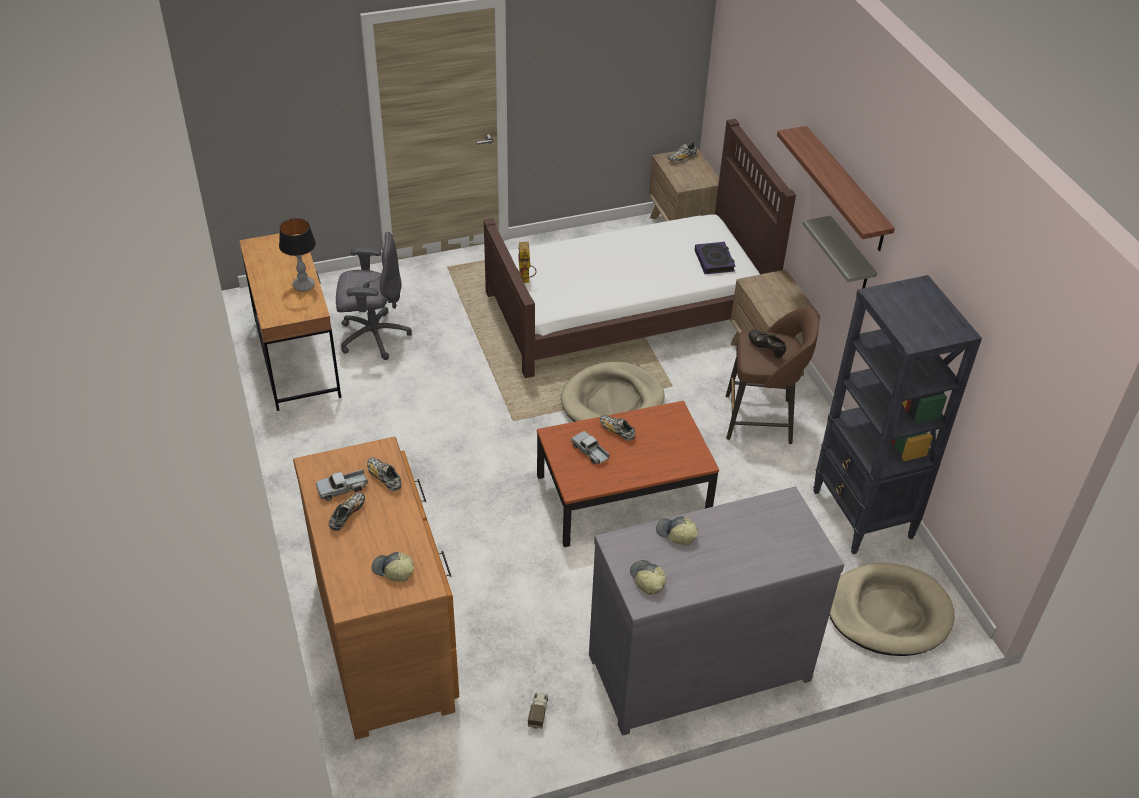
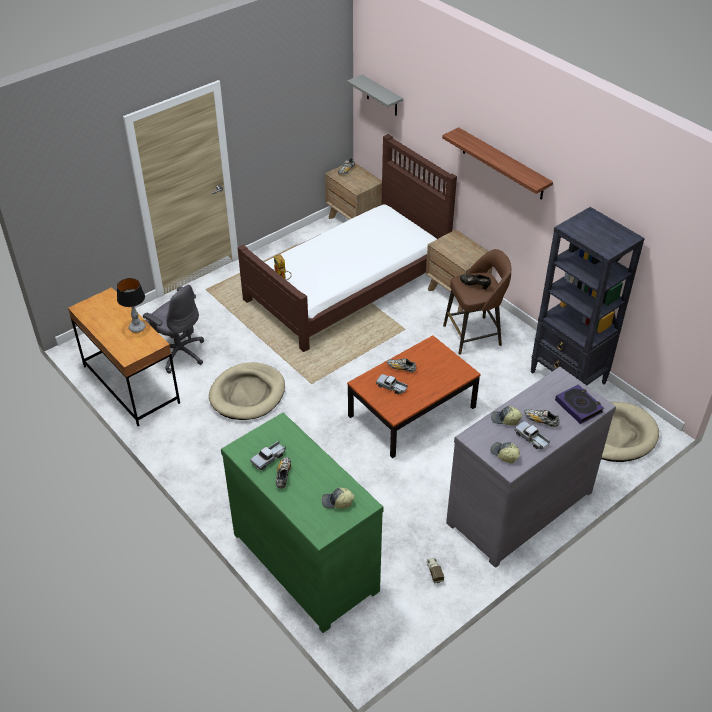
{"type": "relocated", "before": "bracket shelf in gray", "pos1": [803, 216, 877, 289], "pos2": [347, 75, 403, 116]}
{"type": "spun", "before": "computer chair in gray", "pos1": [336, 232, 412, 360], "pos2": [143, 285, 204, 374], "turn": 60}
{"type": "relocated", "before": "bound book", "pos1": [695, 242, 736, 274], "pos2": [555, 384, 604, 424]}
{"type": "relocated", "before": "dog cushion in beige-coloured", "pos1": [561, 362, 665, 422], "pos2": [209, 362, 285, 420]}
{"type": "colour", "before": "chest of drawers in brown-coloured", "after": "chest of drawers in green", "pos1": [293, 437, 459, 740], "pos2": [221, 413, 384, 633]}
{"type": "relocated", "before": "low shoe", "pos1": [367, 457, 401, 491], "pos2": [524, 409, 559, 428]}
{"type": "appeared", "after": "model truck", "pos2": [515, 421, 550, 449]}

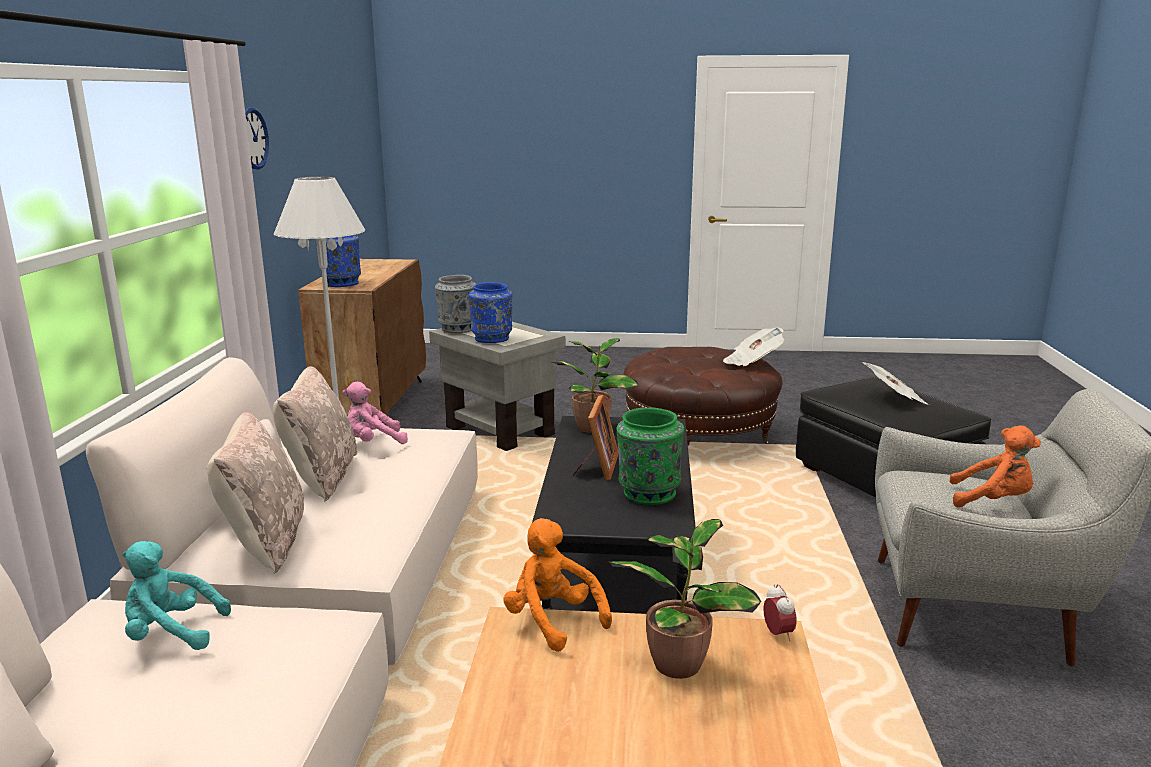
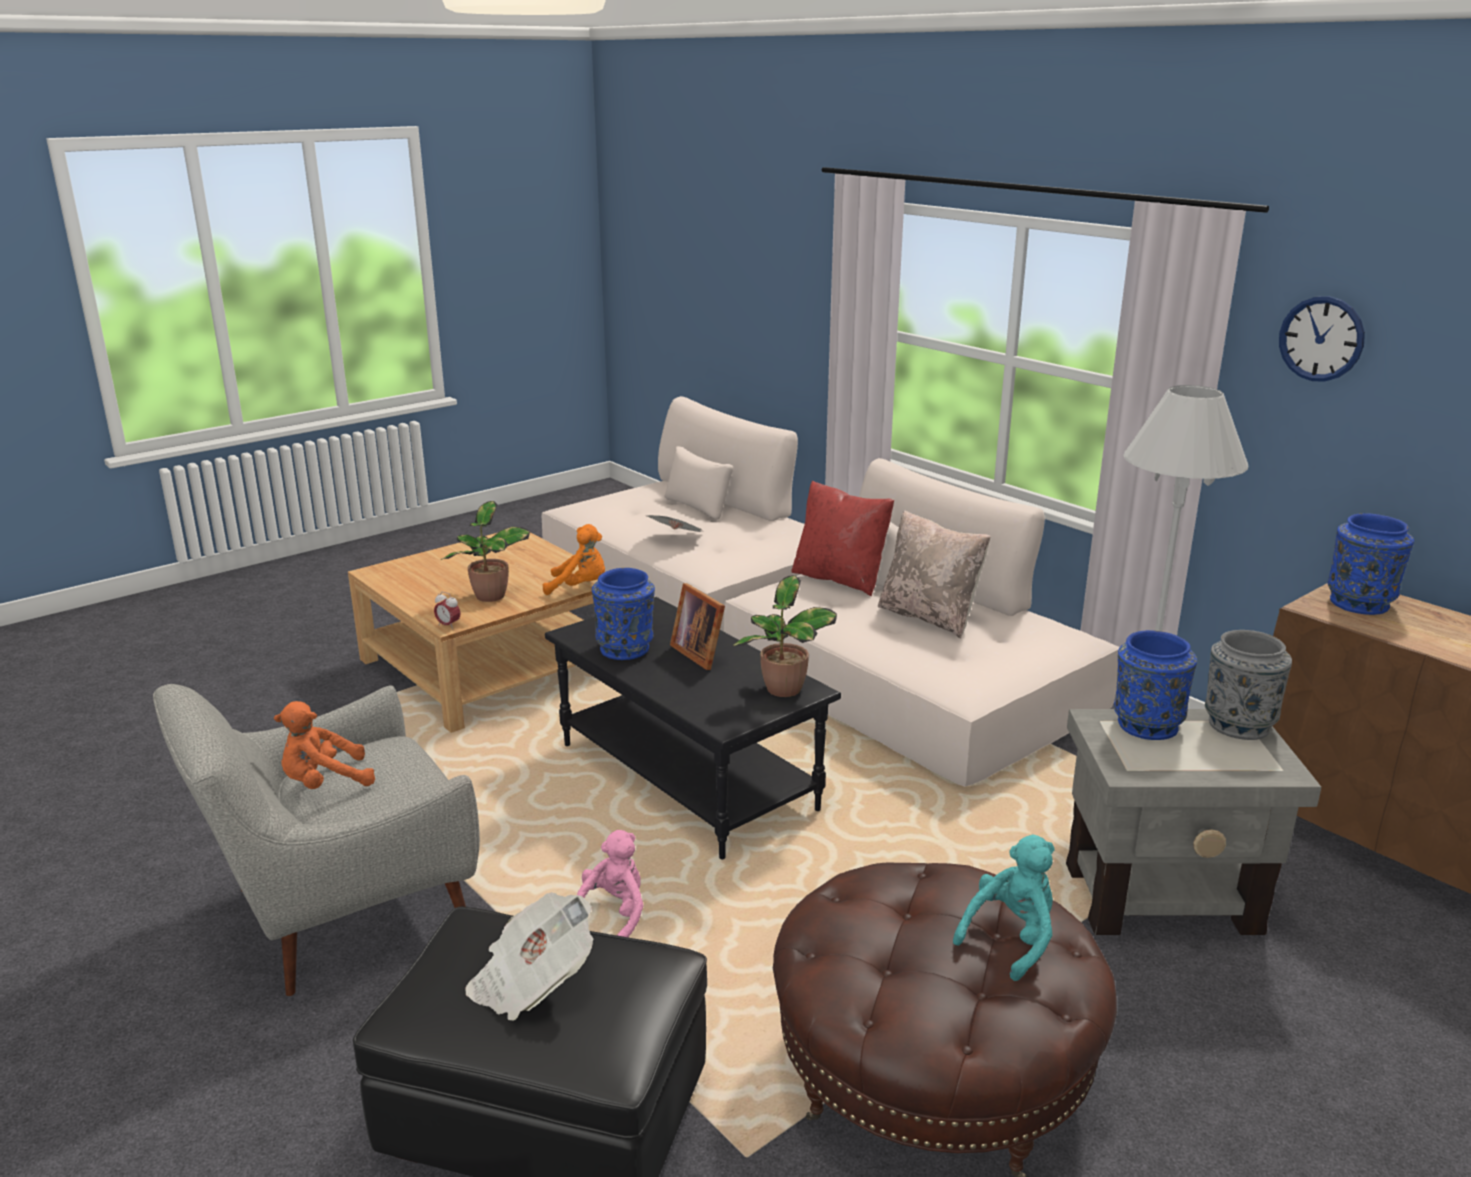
{"type": "relocated", "before": "printed paper", "pos1": [723, 328, 784, 366], "pos2": [647, 515, 704, 532]}
{"type": "relocated", "before": "soft toy in pink", "pos1": [342, 382, 408, 444], "pos2": [577, 830, 644, 938]}
{"type": "colour", "before": "vase in green", "after": "vase in bluish", "pos1": [617, 407, 684, 505], "pos2": [592, 568, 655, 660]}
{"type": "colour", "before": "cushion in beige-coloured", "after": "cushion in reddish", "pos1": [207, 412, 304, 574], "pos2": [791, 481, 894, 596]}
{"type": "relocated", "before": "soft toy in turquoise", "pos1": [123, 541, 231, 650], "pos2": [953, 835, 1055, 981]}

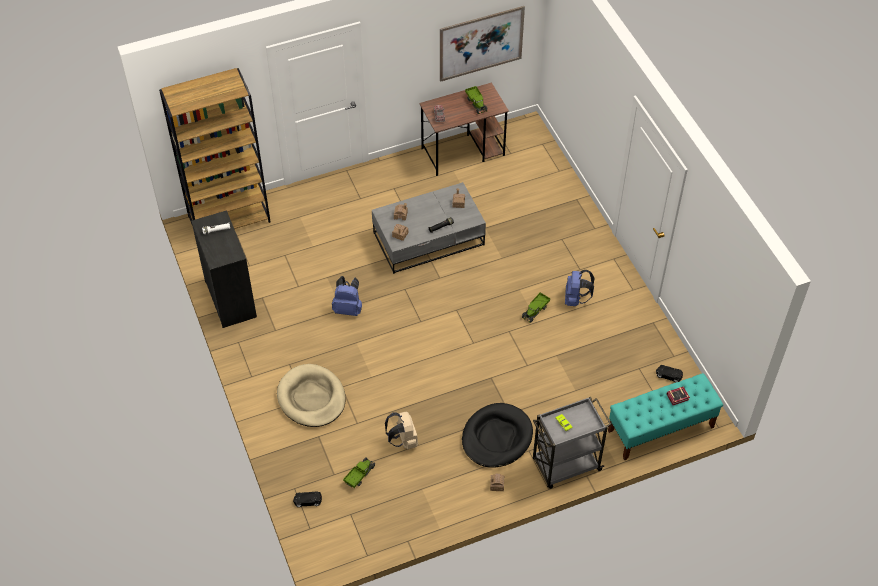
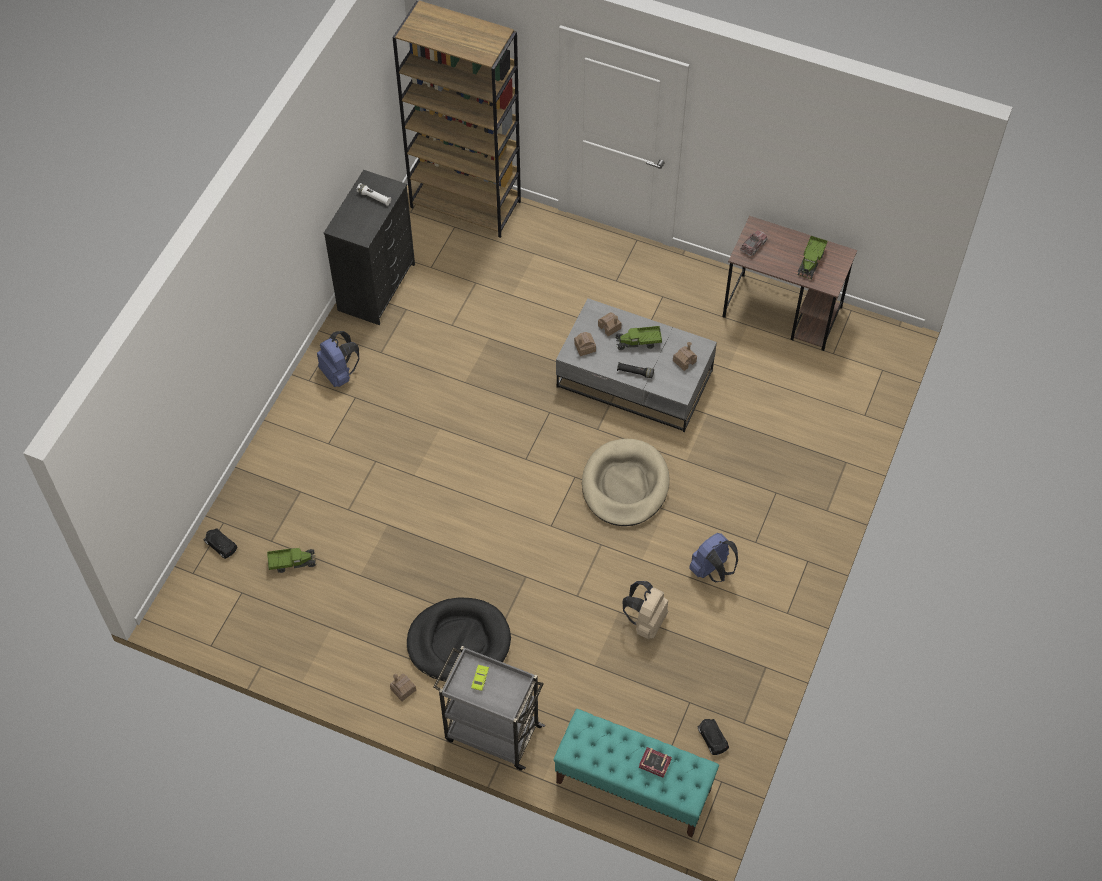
{"type": "missing", "before": "wall picture", "pos1": [440, 6, 525, 82]}
{"type": "relocated", "before": "knapsack in bluish", "pos1": [332, 276, 362, 316], "pos2": [317, 331, 359, 387]}
{"type": "relocated", "before": "model truck", "pos1": [522, 292, 550, 323], "pos2": [616, 326, 662, 350]}
{"type": "relocated", "before": "dog cushion in beige-coloured", "pos1": [277, 364, 346, 427], "pos2": [582, 439, 670, 526]}
{"type": "relocated", "before": "knapsack in beige-coloured", "pos1": [385, 412, 418, 449], "pos2": [622, 581, 668, 639]}

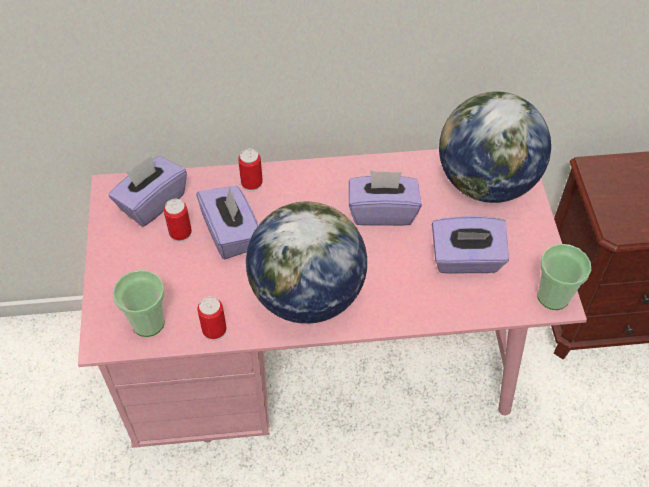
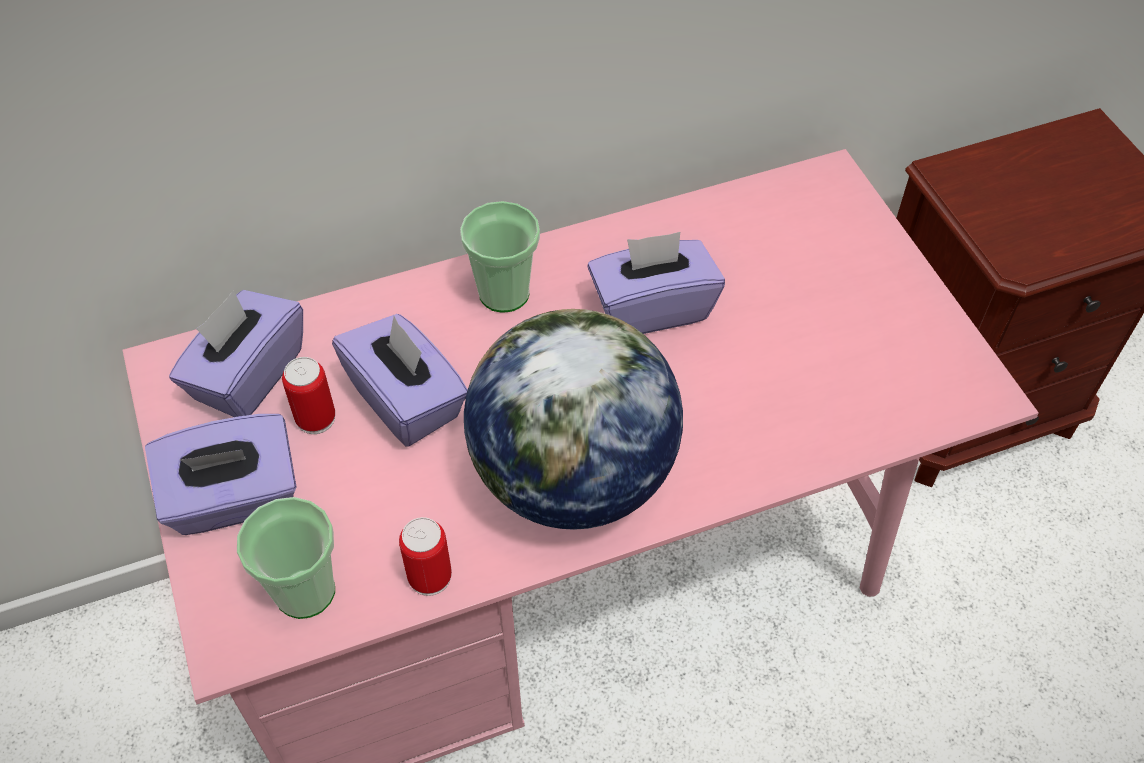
{"type": "missing", "before": "globe", "pos1": [439, 91, 551, 203]}
{"type": "missing", "before": "sealed can", "pos1": [238, 148, 263, 192]}
{"type": "relocated", "before": "tissue box in purple", "pos1": [432, 216, 509, 274], "pos2": [145, 414, 296, 535]}
{"type": "relocated", "before": "cup", "pos1": [537, 244, 591, 310], "pos2": [460, 201, 540, 313]}

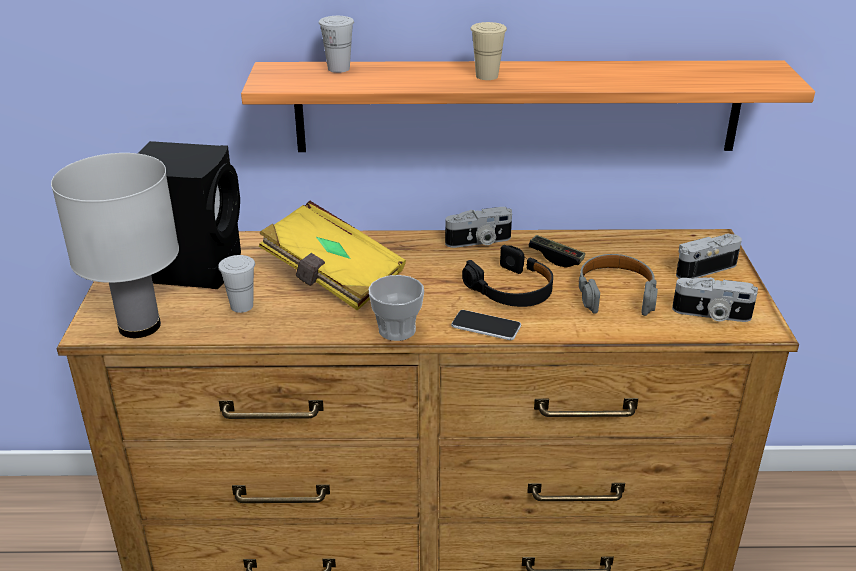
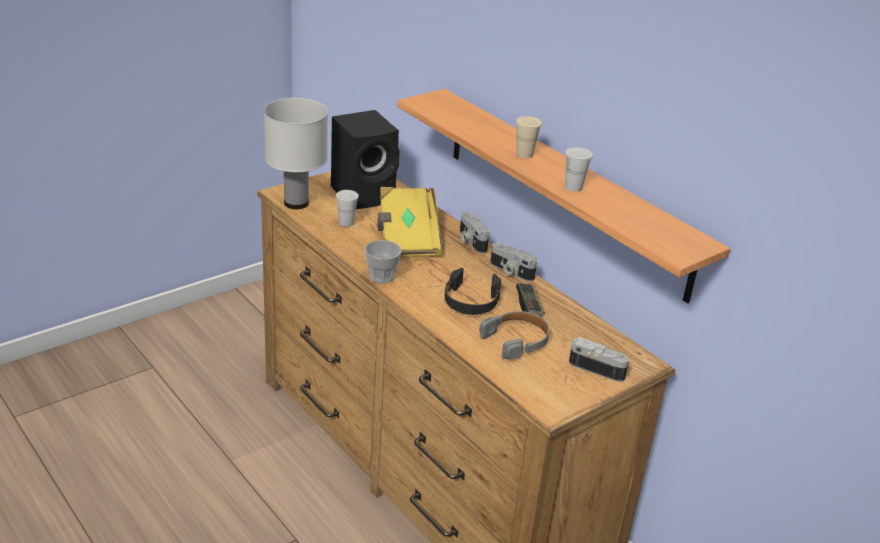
{"type": "relocated", "before": "cup in whitish", "pos1": [319, 16, 354, 73], "pos2": [565, 147, 593, 192]}
{"type": "relocated", "before": "photo camera", "pos1": [672, 277, 758, 322], "pos2": [460, 212, 490, 254]}
{"type": "missing", "before": "phone", "pos1": [451, 310, 521, 340]}

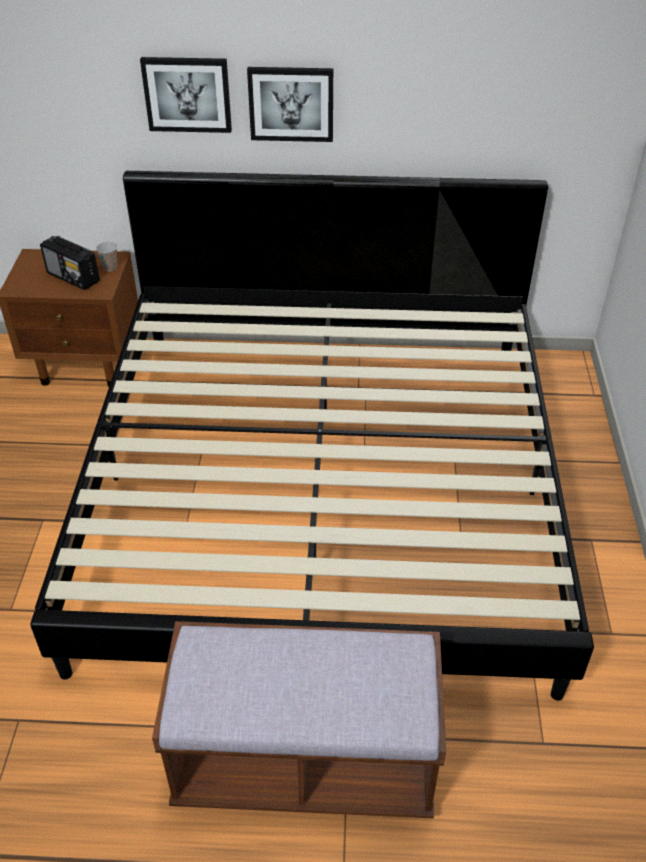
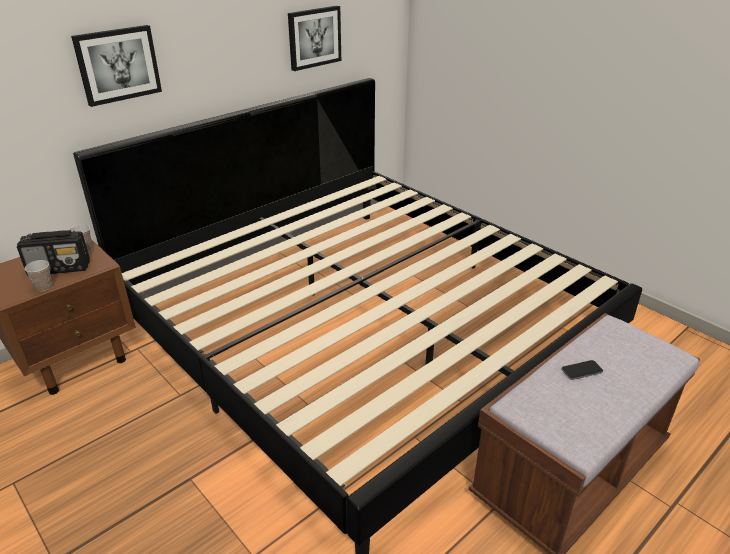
{"type": "relocated", "before": "wall picture", "pos1": [247, 67, 333, 142], "pos2": [288, 6, 341, 71]}
{"type": "appeared", "after": "cup", "pos2": [24, 260, 52, 292]}
{"type": "appeared", "after": "phone", "pos2": [562, 360, 603, 380]}

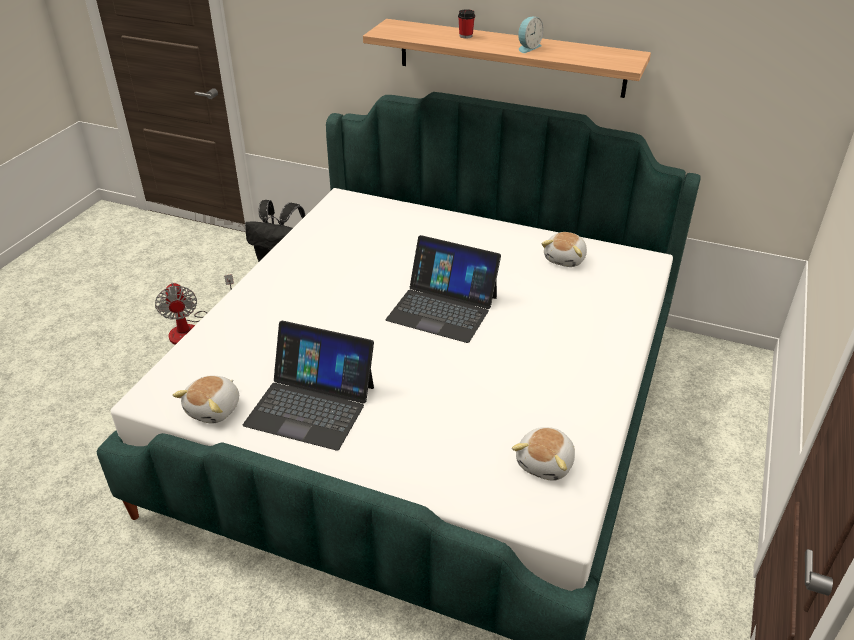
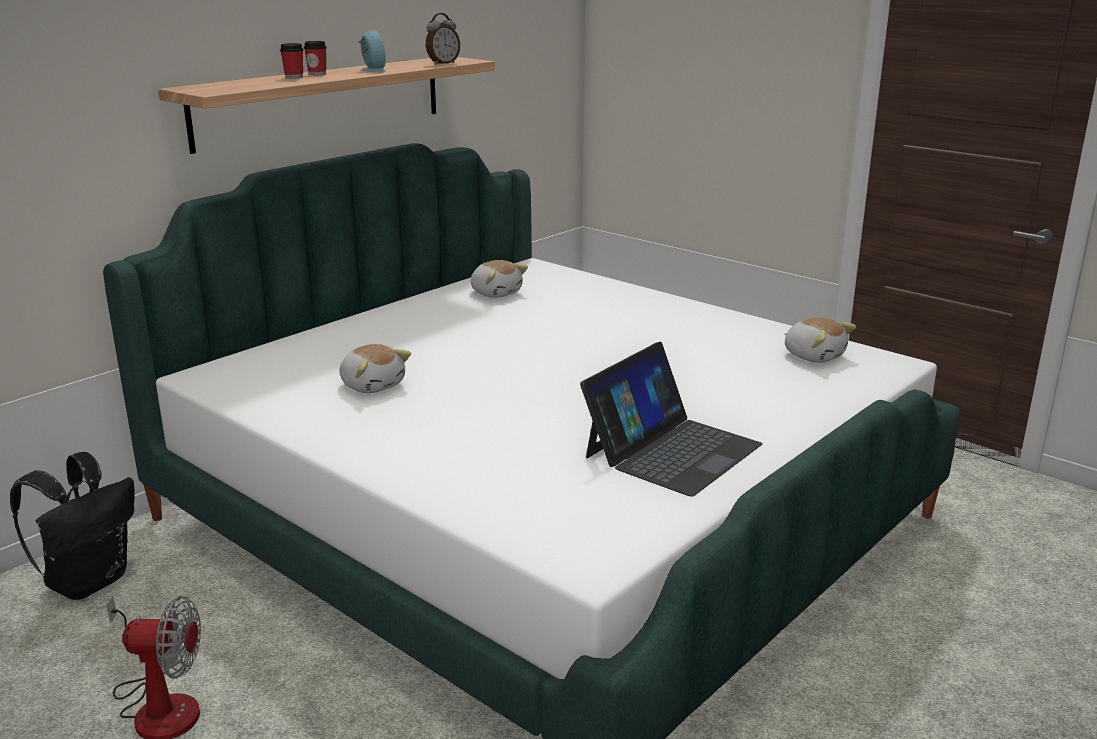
{"type": "missing", "before": "laptop", "pos1": [386, 235, 501, 343]}
{"type": "relocated", "before": "soft toy", "pos1": [173, 376, 239, 423], "pos2": [339, 344, 411, 393]}
{"type": "appeared", "after": "bedside clock", "pos2": [426, 13, 460, 65]}
{"type": "appeared", "after": "cup", "pos2": [304, 41, 327, 75]}

